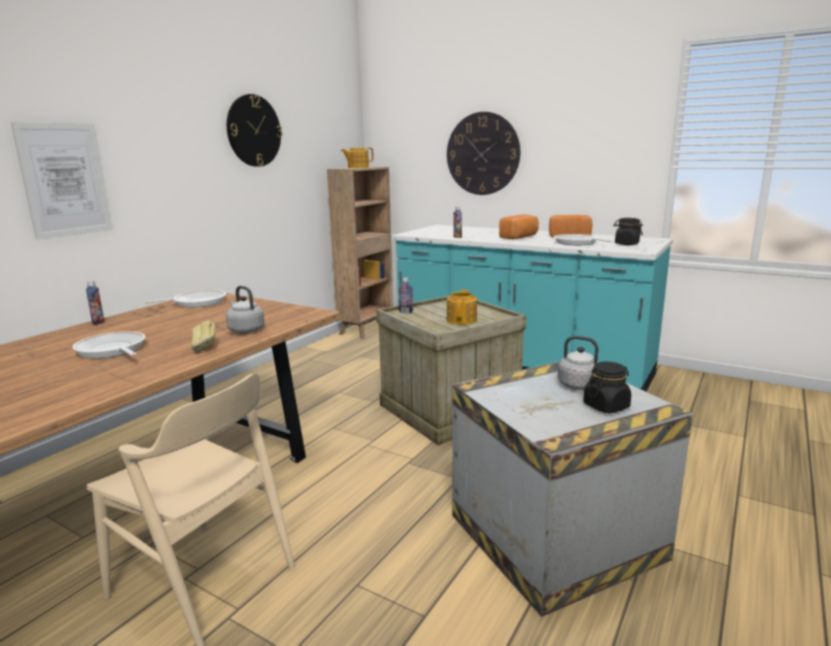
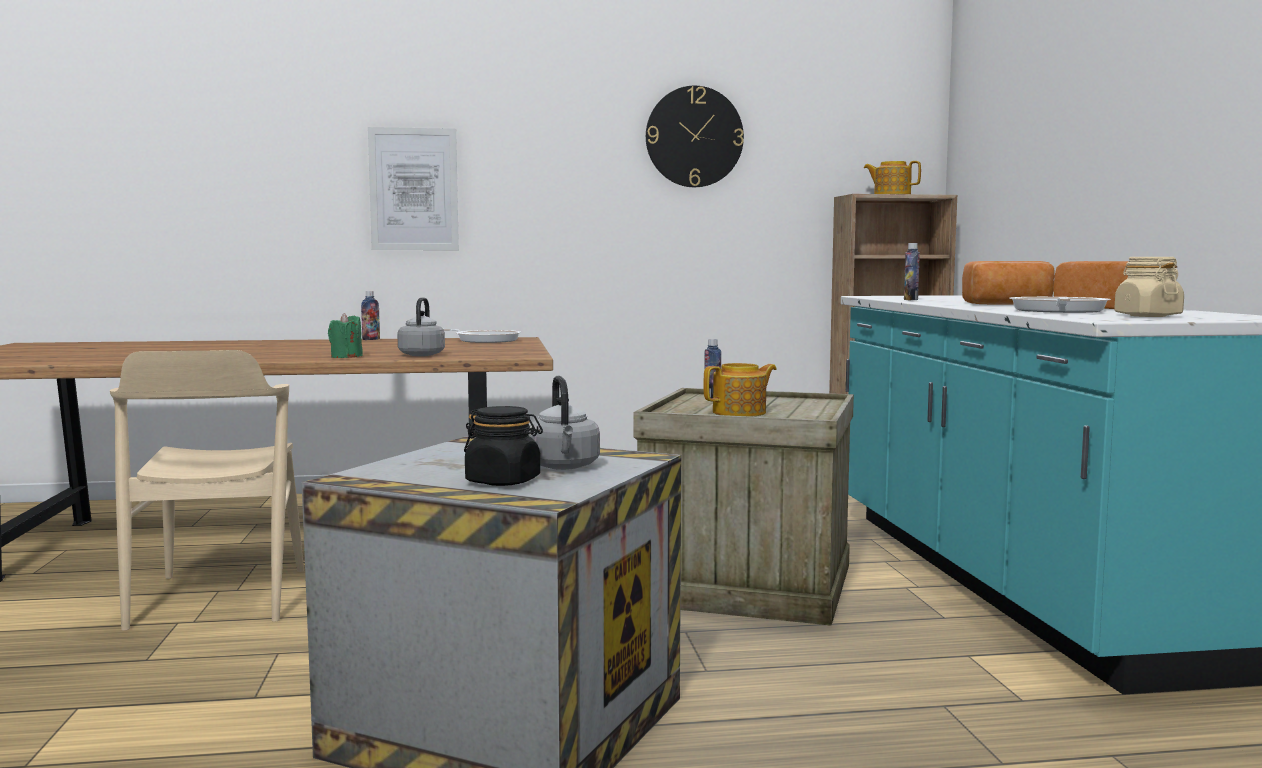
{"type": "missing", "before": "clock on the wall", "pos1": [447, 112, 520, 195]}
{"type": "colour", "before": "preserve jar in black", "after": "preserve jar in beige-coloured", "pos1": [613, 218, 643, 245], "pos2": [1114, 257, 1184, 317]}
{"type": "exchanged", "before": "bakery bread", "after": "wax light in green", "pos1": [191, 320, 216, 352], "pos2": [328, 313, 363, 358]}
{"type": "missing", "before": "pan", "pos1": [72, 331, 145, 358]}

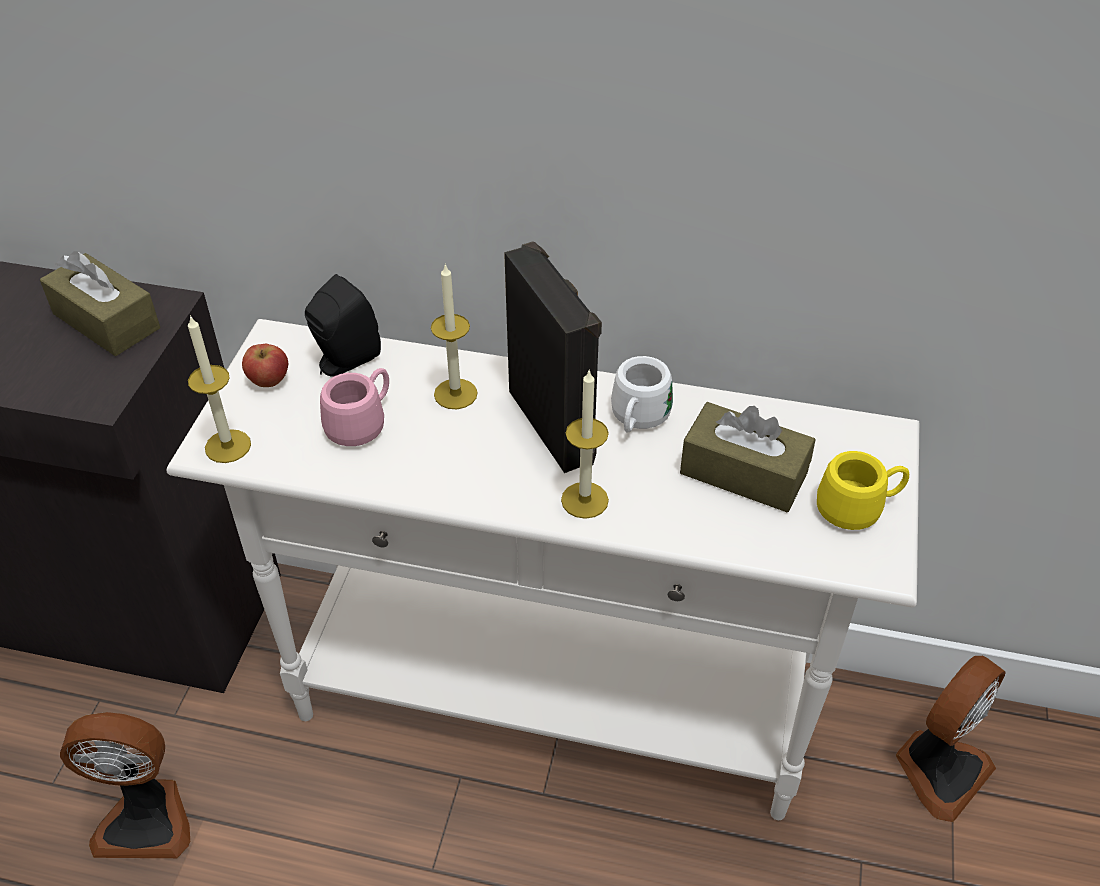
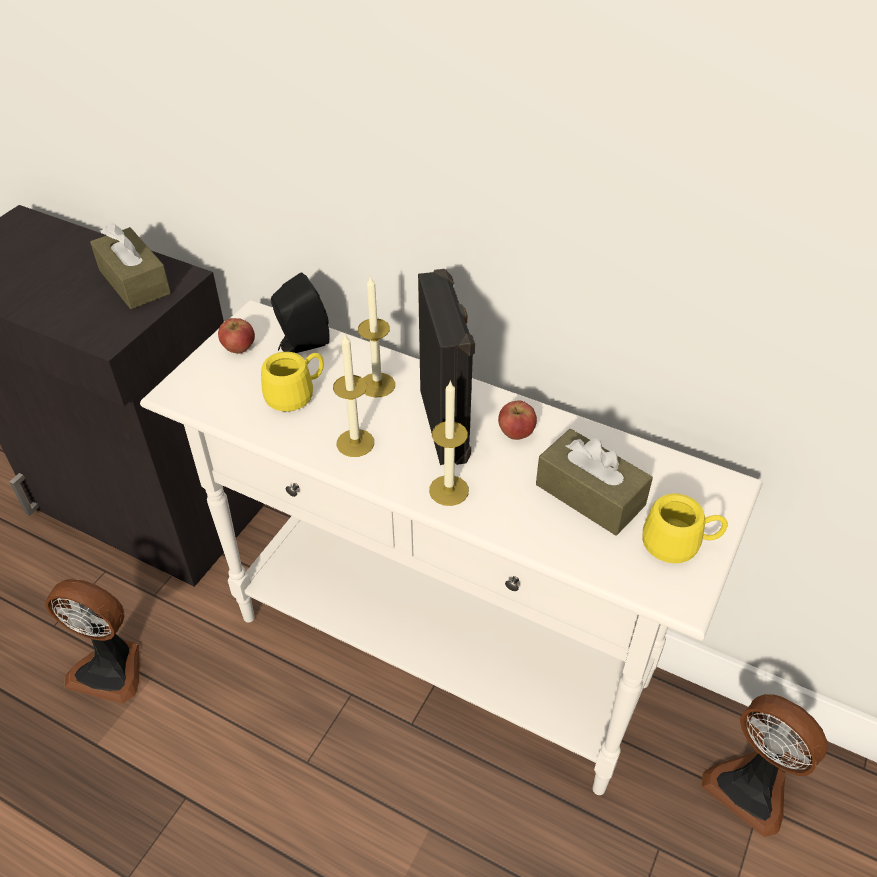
{"type": "relocated", "before": "wax light", "pos1": [188, 315, 251, 463], "pos2": [333, 334, 374, 457]}
{"type": "exchanged", "before": "mug in whitish", "after": "apple", "pos1": [611, 356, 673, 433], "pos2": [498, 400, 537, 440]}
{"type": "colour", "before": "mug in pink", "after": "mug in yellow-coloured", "pos1": [320, 368, 389, 446], "pos2": [261, 352, 324, 411]}
{"type": "spun", "before": "cooling fan", "pos1": [896, 656, 1006, 822], "pos2": [702, 694, 828, 837], "turn": 75}

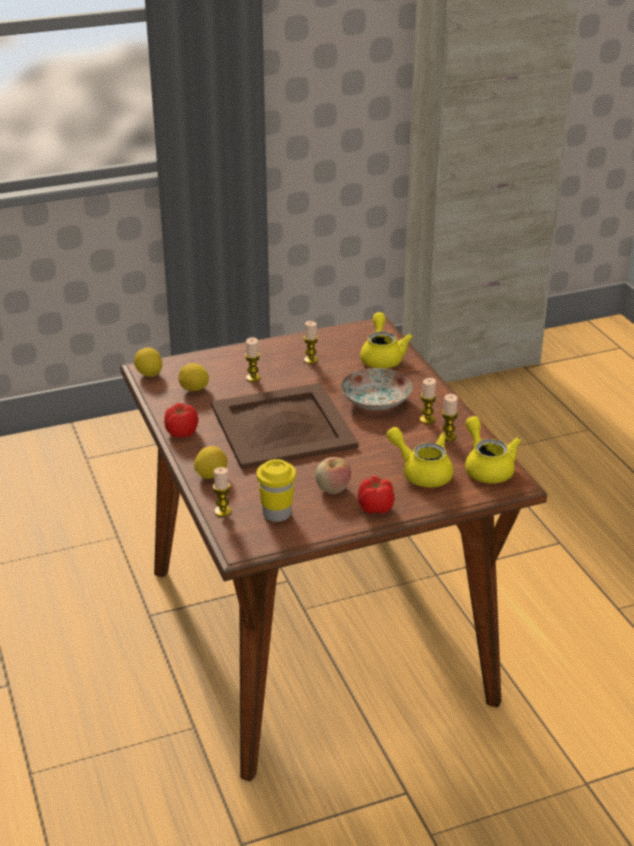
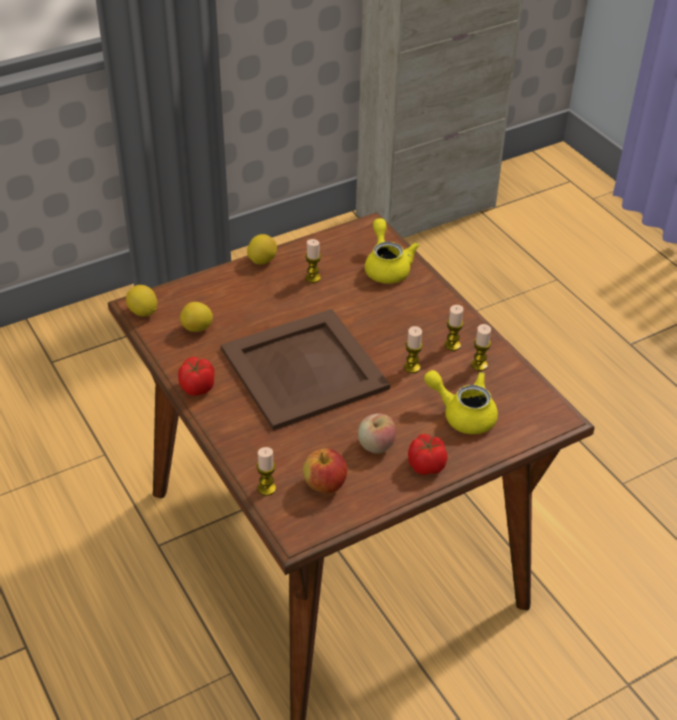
{"type": "relocated", "before": "wax light", "pos1": [245, 337, 261, 382], "pos2": [404, 326, 423, 373]}
{"type": "missing", "before": "flat dish", "pos1": [341, 368, 412, 410]}
{"type": "missing", "before": "tea pot in yellow-coloured", "pos1": [465, 416, 521, 483]}
{"type": "relocated", "before": "lemon", "pos1": [194, 446, 227, 479], "pos2": [247, 234, 277, 265]}
{"type": "exchanged", "before": "cup in yellow-coloured", "after": "apple", "pos1": [256, 459, 296, 522], "pos2": [303, 448, 347, 494]}

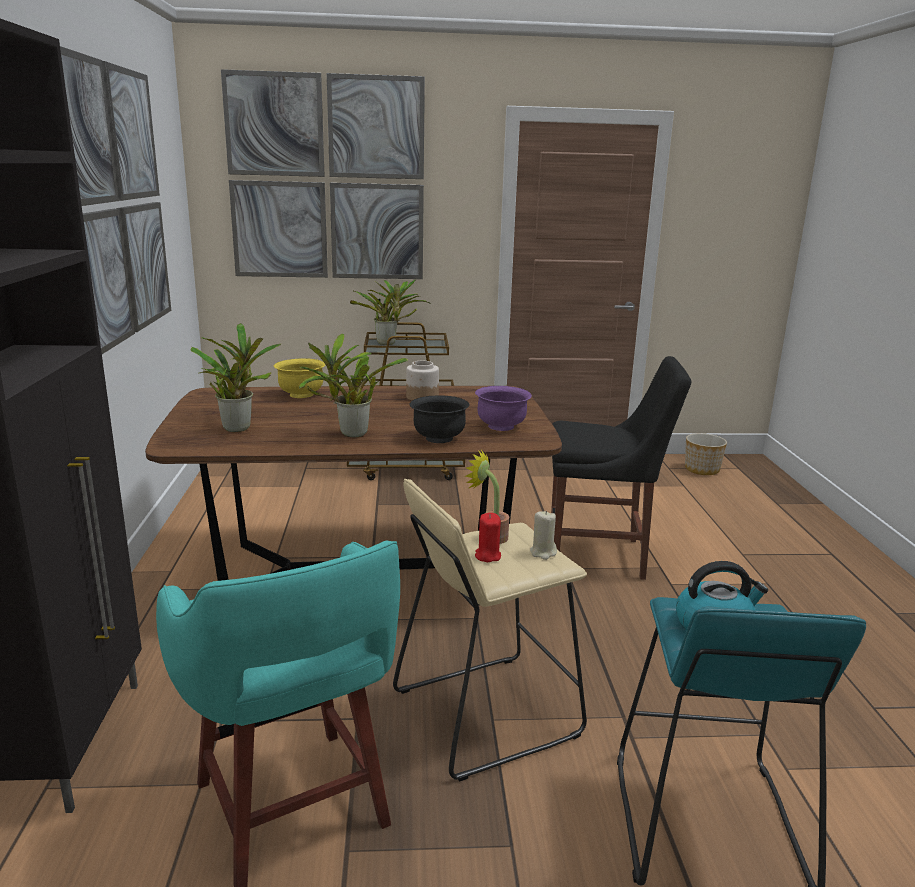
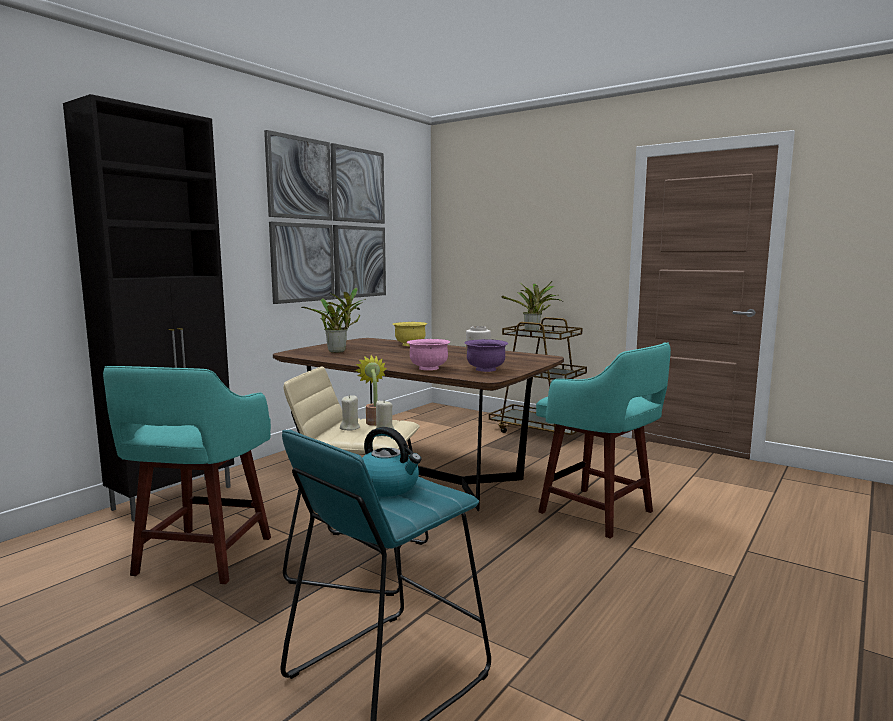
{"type": "missing", "before": "wall picture", "pos1": [221, 69, 425, 279]}
{"type": "missing", "before": "potted plant", "pos1": [299, 333, 408, 437]}
{"type": "exchanged", "before": "chair in black", "after": "stool seat in turquoise", "pos1": [551, 356, 691, 580], "pos2": [536, 342, 671, 539]}
{"type": "colour", "before": "serving bowl in black", "after": "serving bowl in pink", "pos1": [409, 395, 470, 443], "pos2": [407, 339, 450, 370]}
{"type": "missing", "before": "flower pot", "pos1": [685, 433, 727, 475]}
{"type": "colour", "before": "wax light in reddish", "after": "wax light in beige-coloured", "pos1": [475, 513, 501, 562], "pos2": [340, 395, 360, 431]}

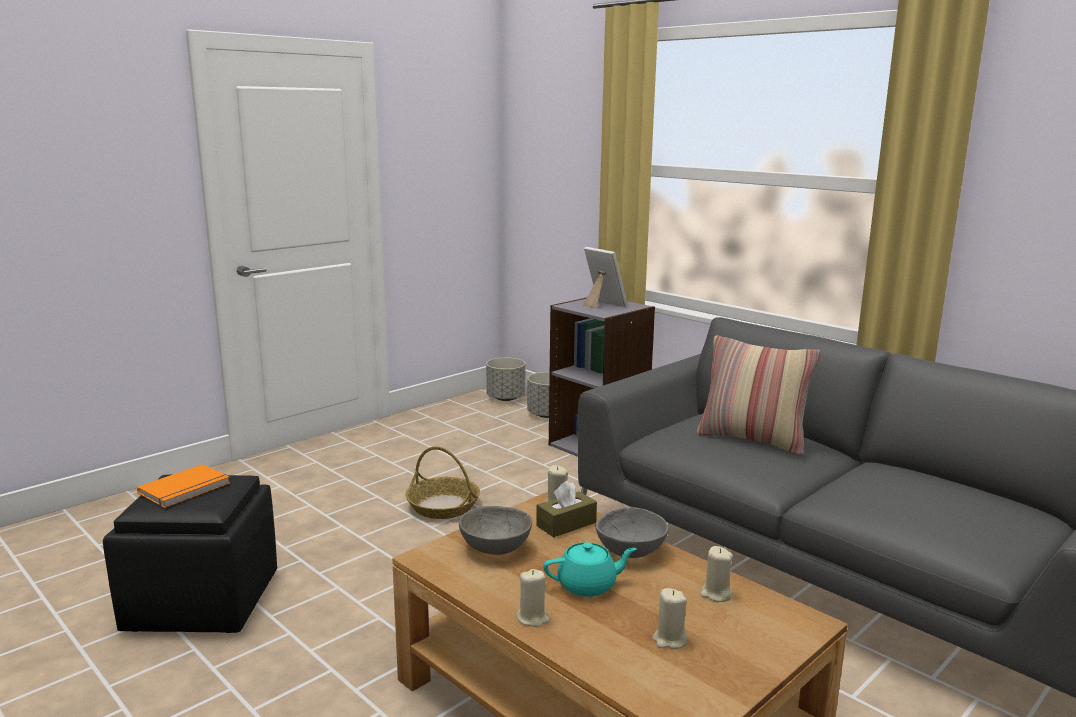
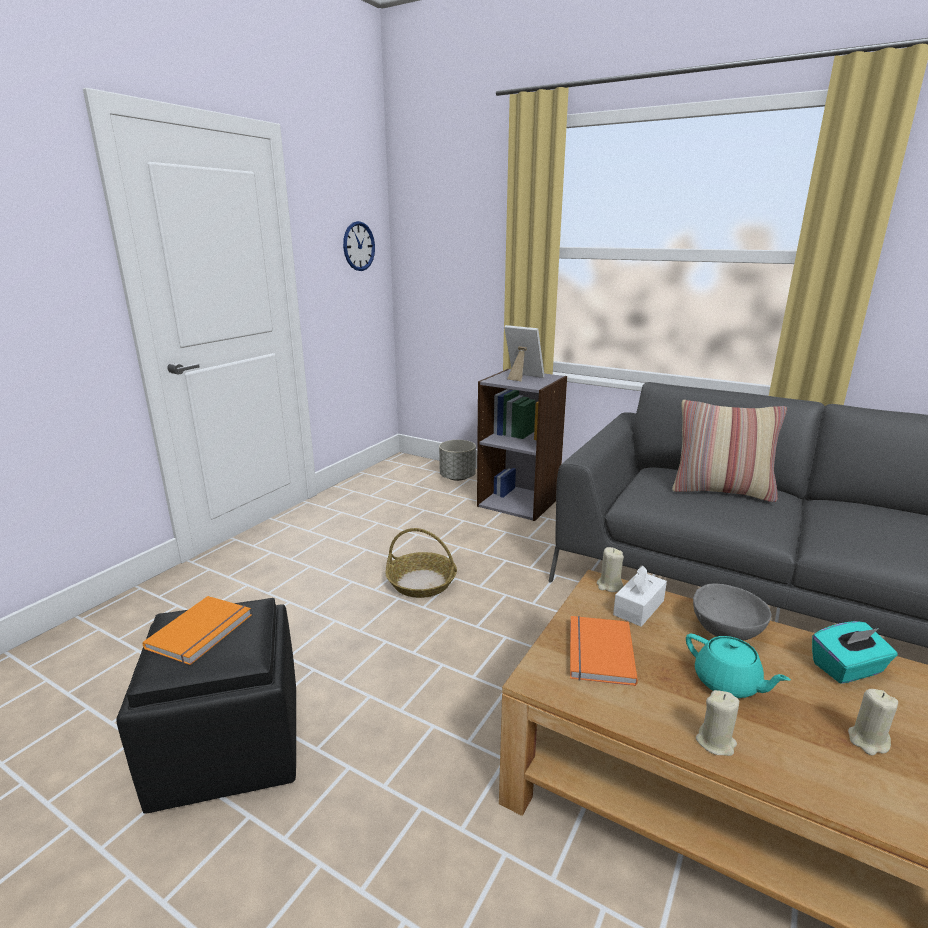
{"type": "missing", "before": "flower pot in gray", "pos1": [486, 358, 525, 401]}
{"type": "colour", "before": "tissue box in brown-coloured", "after": "tissue box in whitish", "pos1": [536, 481, 597, 538], "pos2": [613, 565, 667, 626]}
{"type": "exchanged", "before": "serving bowl in gray", "after": "bound book in orange-coloured", "pos1": [459, 506, 532, 555], "pos2": [570, 616, 638, 686]}
{"type": "spun", "before": "tea pot in turquoise", "pos1": [543, 542, 637, 597], "pos2": [686, 633, 791, 698], "turn": 75}
{"type": "exchanged", "before": "wax light in beige-coloured", "after": "tissue box in turquoise", "pos1": [700, 546, 733, 602], "pos2": [812, 621, 898, 684]}
{"type": "appeared", "after": "clock on the wall", "pos2": [343, 221, 375, 271]}

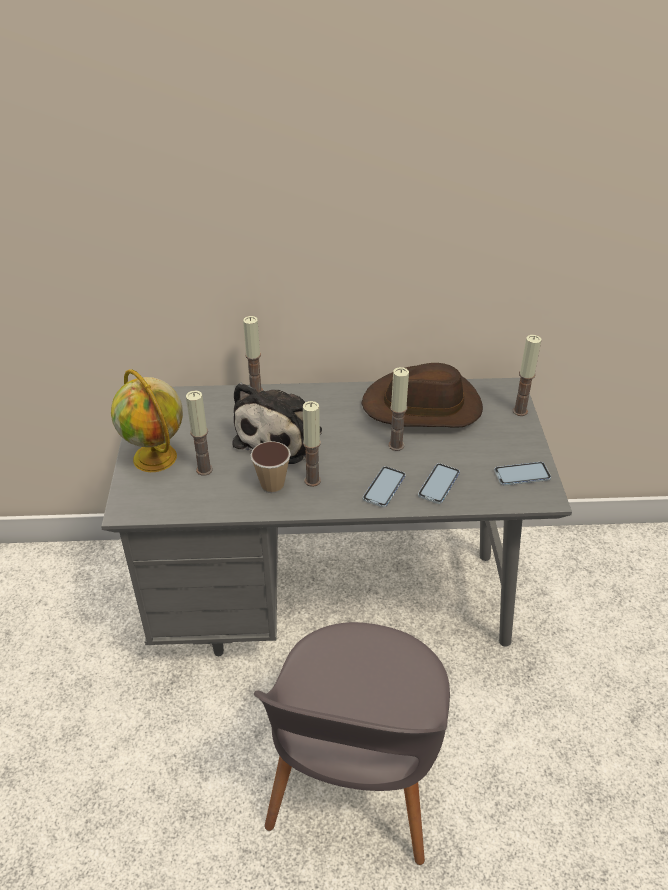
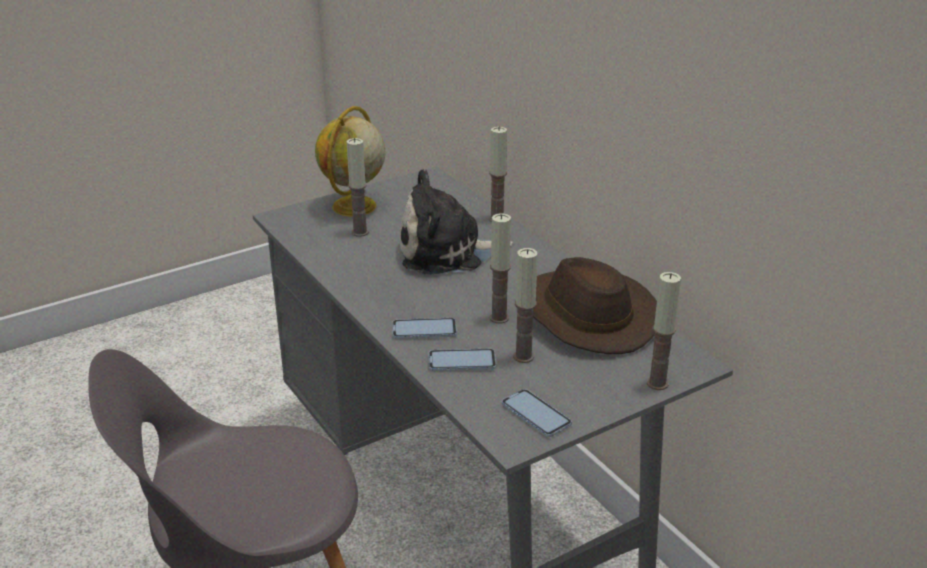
{"type": "relocated", "before": "wax light", "pos1": [303, 401, 321, 487], "pos2": [513, 248, 538, 363]}
{"type": "missing", "before": "cup", "pos1": [251, 441, 291, 493]}

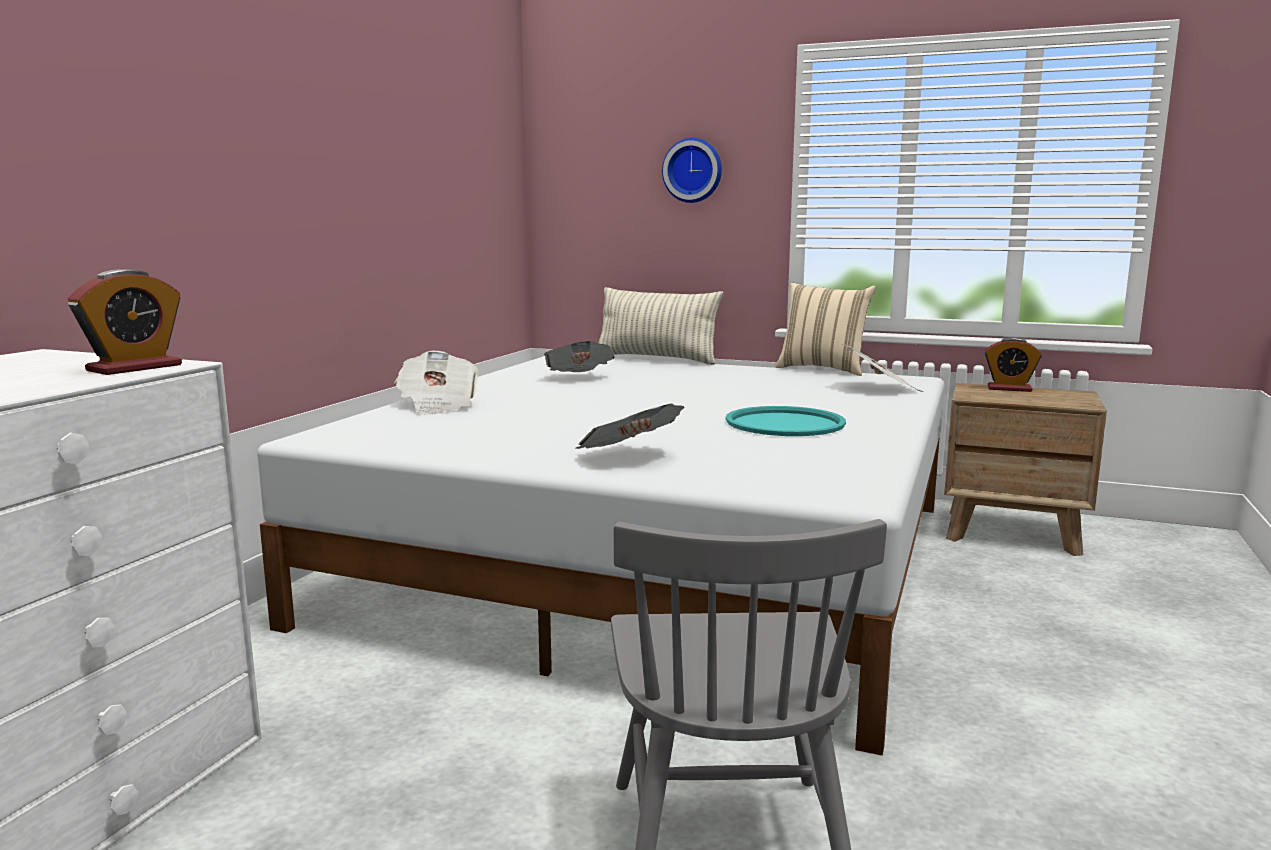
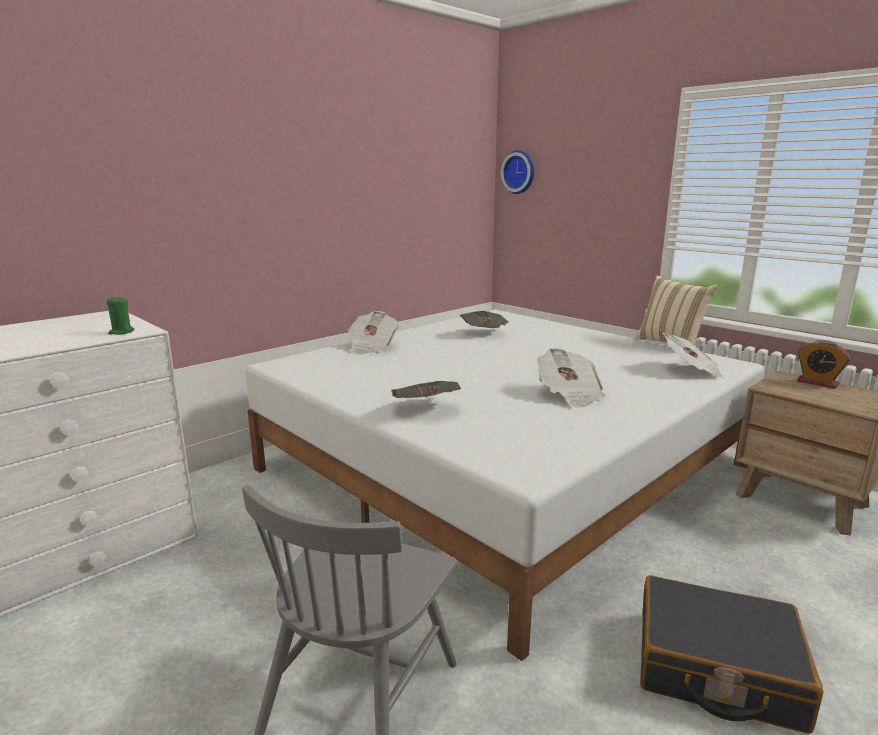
{"type": "relocated", "before": "clock on the wall", "pos1": [662, 138, 722, 203], "pos2": [501, 150, 534, 194]}
{"type": "exchanged", "before": "bedside clock", "after": "wax light in green", "pos1": [67, 269, 182, 375], "pos2": [107, 296, 134, 335]}
{"type": "missing", "before": "cushion", "pos1": [599, 287, 723, 365]}
{"type": "exchanged", "before": "serving tray in turquoise", "after": "printed paper", "pos1": [725, 406, 846, 436], "pos2": [537, 348, 605, 408]}
{"type": "appeared", "after": "travel case in black", "pos2": [640, 575, 823, 734]}

